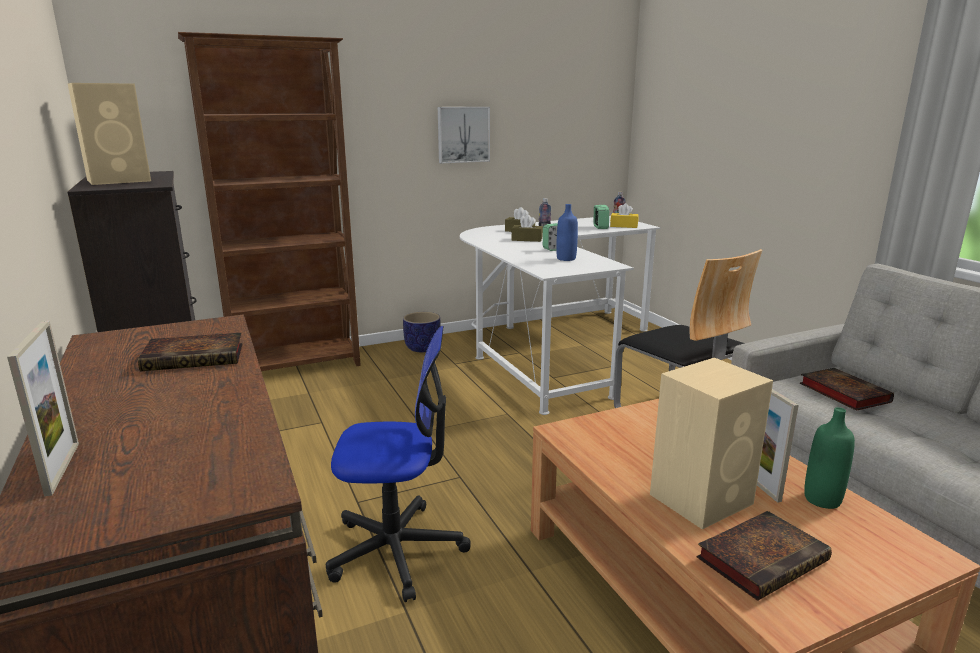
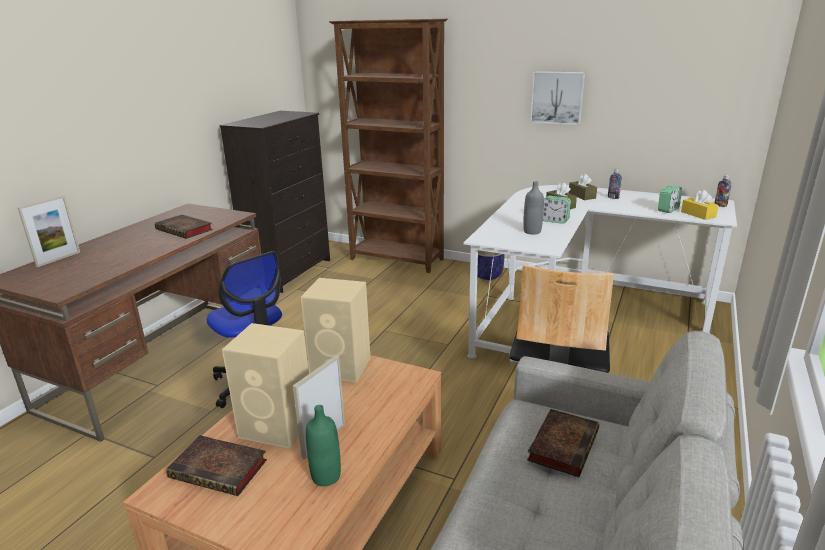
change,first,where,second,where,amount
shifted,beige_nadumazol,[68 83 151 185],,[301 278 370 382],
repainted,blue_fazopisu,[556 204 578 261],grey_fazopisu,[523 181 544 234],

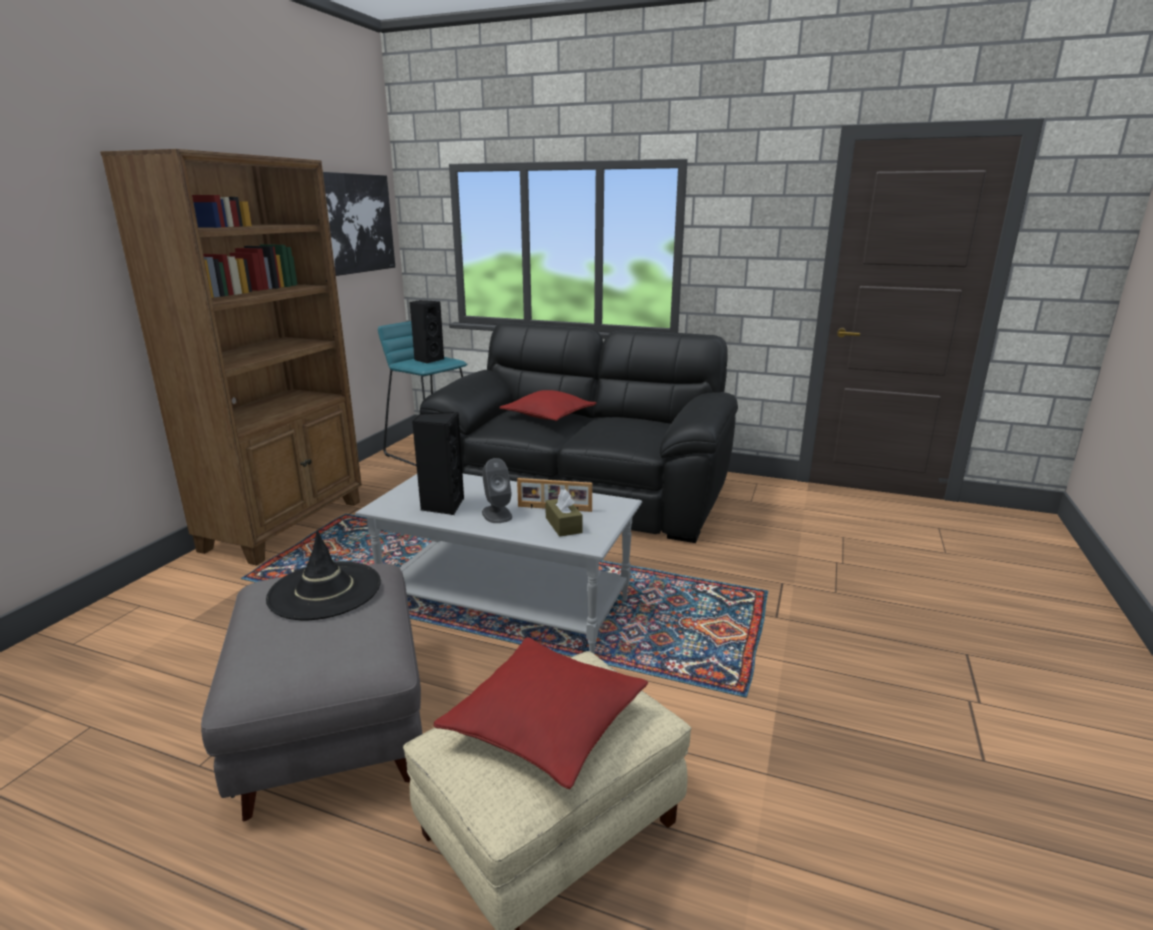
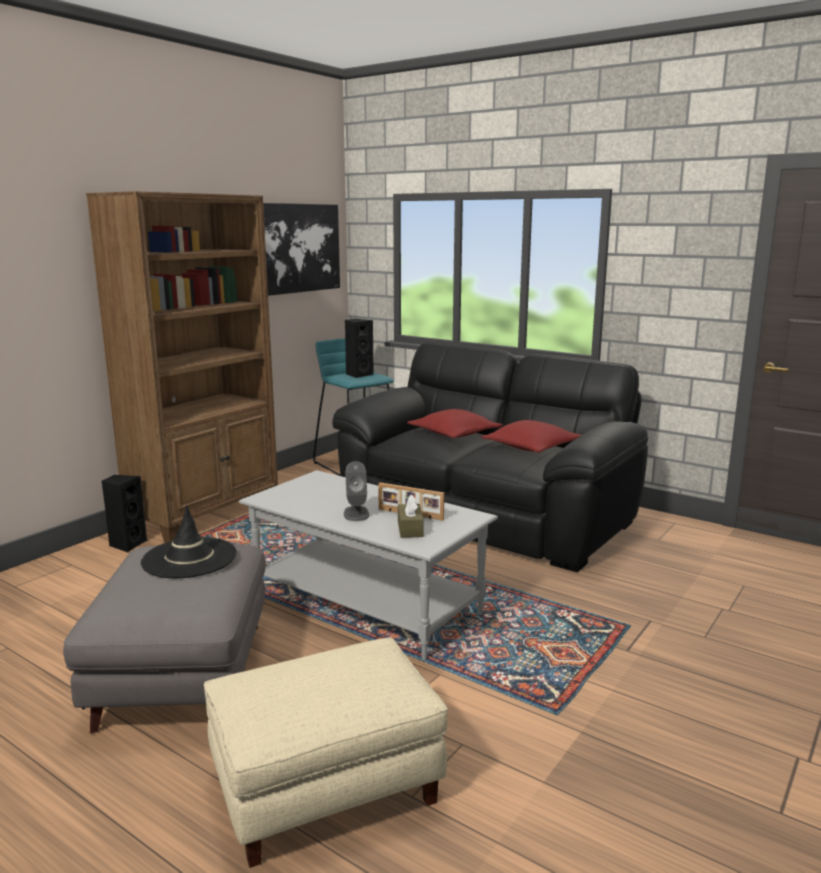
change,first,where,second,where,amount
shifted,black_nadumazol,[412 412 464 515],,[101 475 147 552],
shifted,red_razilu,[433 637 648 789],,[481 420 581 453],

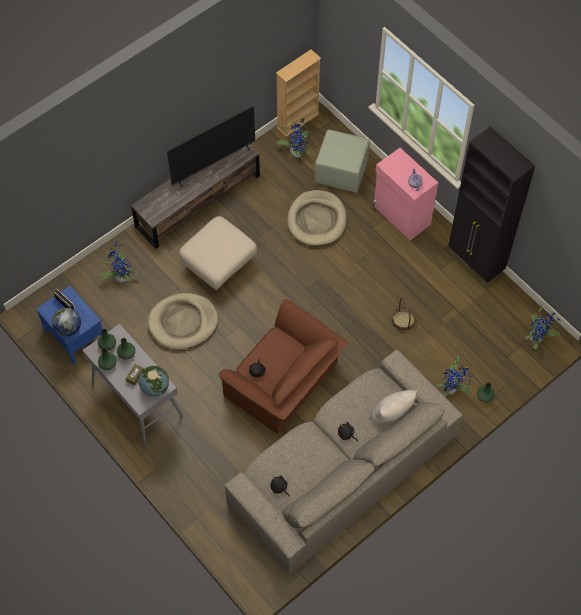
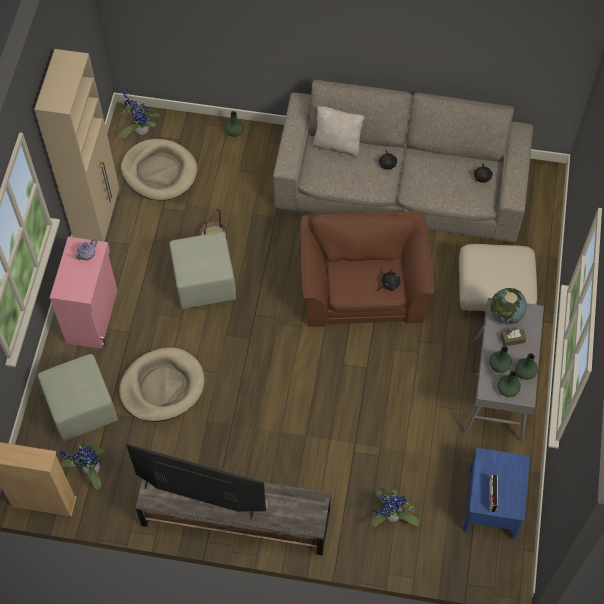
change,first,where,second,where,amount
repainted,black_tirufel,[448 127 535 287],beige_tirufel,[34 49 119 242],
shifted,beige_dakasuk,[179 216 257 293],,[459 244 537 316],
shifted,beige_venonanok,[148 293 218 350],,[121 139 198 200],
gone,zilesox,[52 308 81 337],,,
gone,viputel,[436 357 472 397],,,
new,,,green_dakasuk,[169 232 236 309],

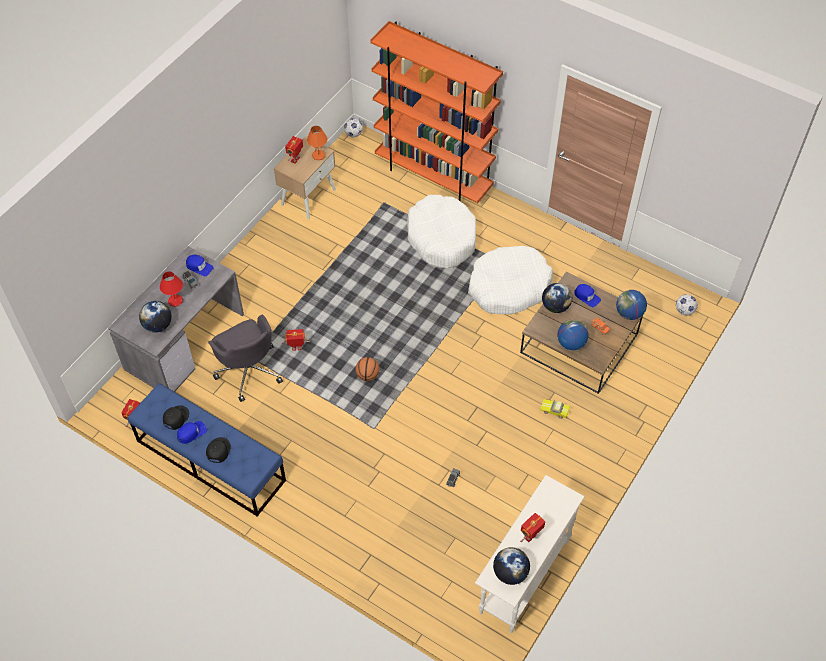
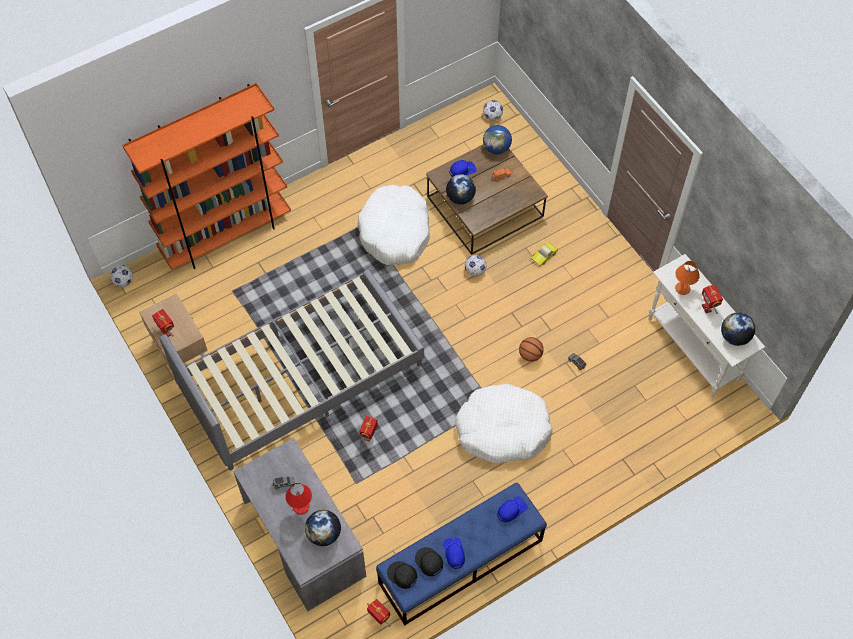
change,first,where,second,where,amount
shifted,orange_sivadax,[307 126 328 160],,[675 261 700 295],
shifted,white_venonanok,[407 195 476 268],,[455 384 552 463],
shifted,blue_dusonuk,[186 255 214 276],,[497 496 527 522],
gone,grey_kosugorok,[208 314 283 402],,,
gone,zilesox,[557 320 588 350],,,
shifted,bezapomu,[355 357 379 381],,[519 337 544 362],
shifted,black_dusonuk,[206 437 231 463],,[387 561 417 589],
new,,,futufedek,[465 255 486 276],
new,,,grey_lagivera,[160 269 424 470],

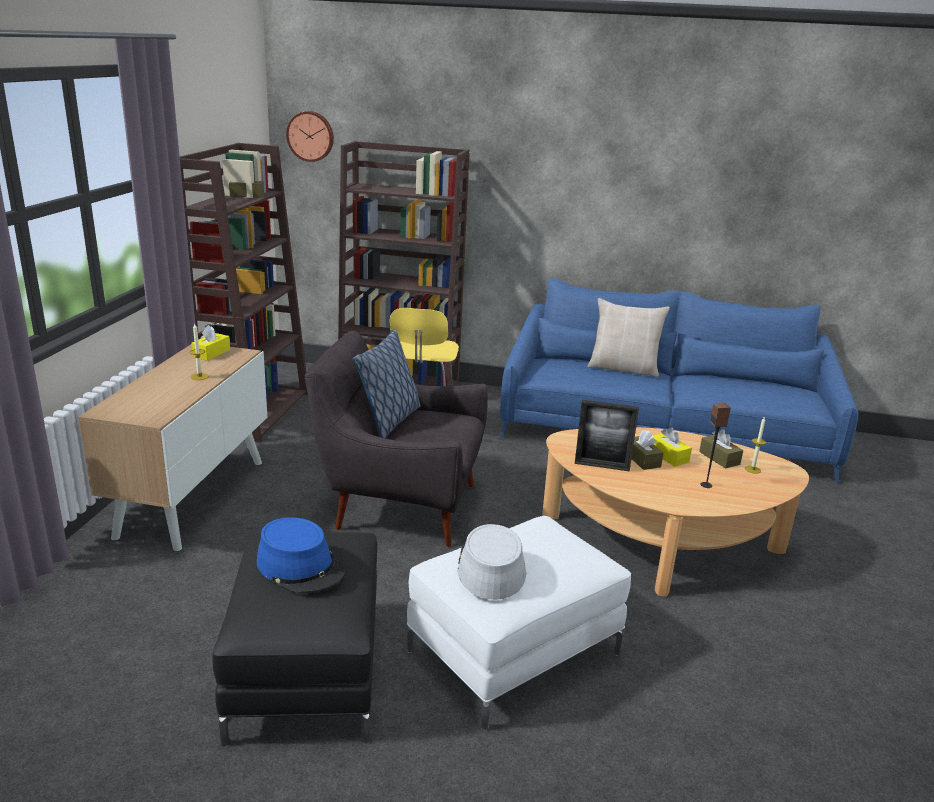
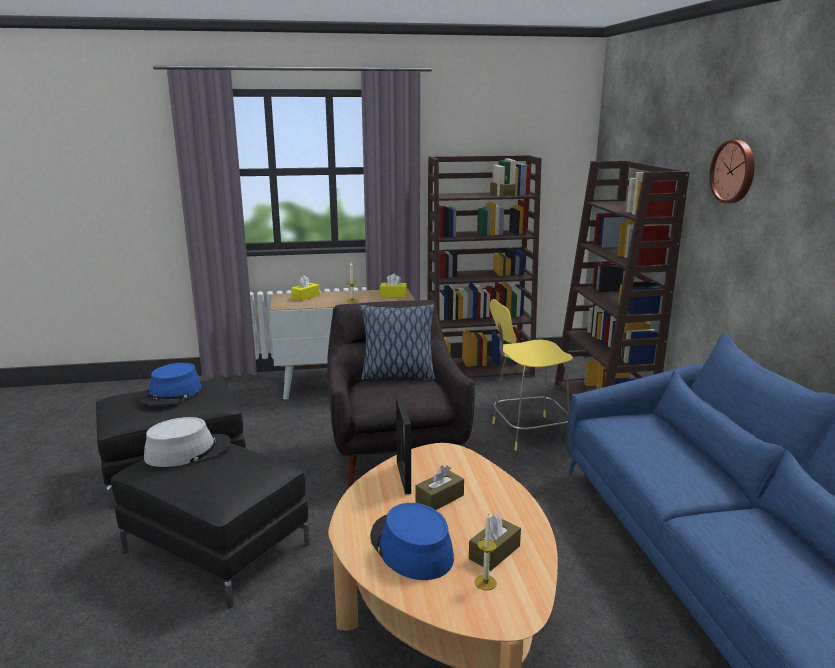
change,first,where,second,where,amount
shifted,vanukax,[286 111 334 162],,[709 140 755 203],
gone,beige_razilu,[588 298 670 377],,,
swapped,nadumazol,[701 403 731 488],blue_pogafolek,[370 503 454 580],
shifted,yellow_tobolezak,[653 427 692 467],,[291 275 320 301],
repainted,white_dakasuk,[407 516 631 730],black_dakasuk,[111 443 310 608],

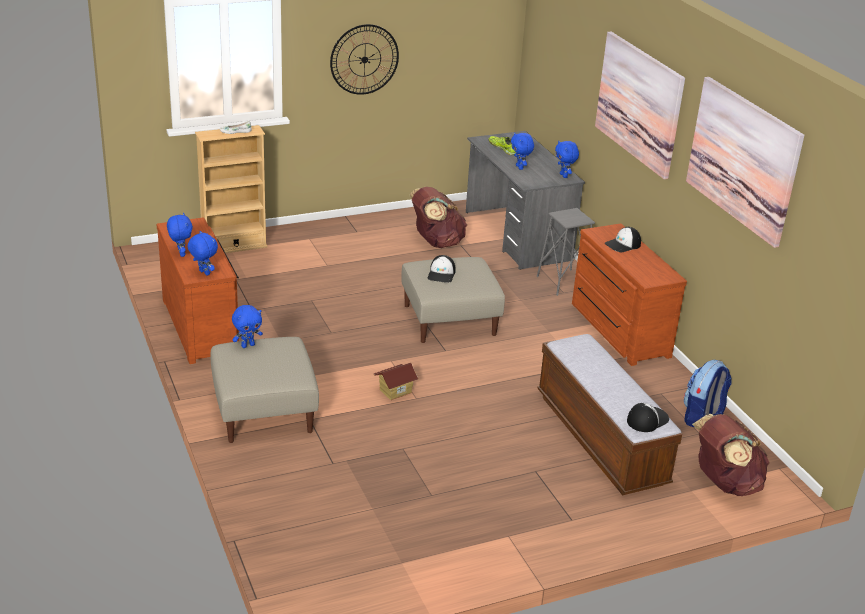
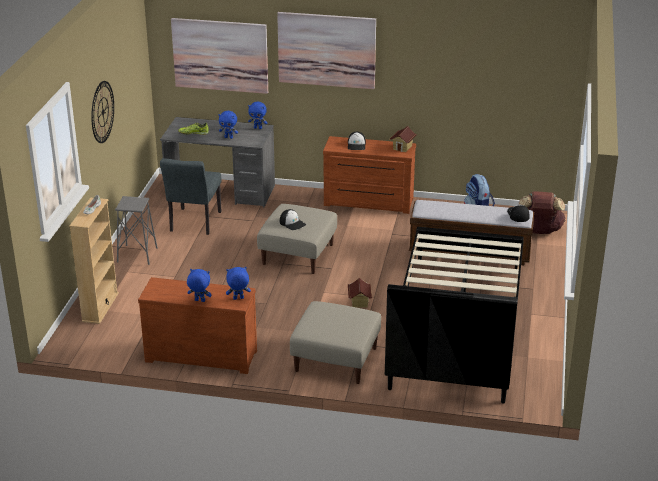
change,first,where,second,where,amount
shifted,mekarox,[686 77 805 248],,[171 18 268 94],
swapped,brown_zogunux,[409 187 468 248],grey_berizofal,[160 158 222 235],
shifted,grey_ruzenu,[537 208 595 296],,[115 196 158 265],
gone,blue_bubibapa,[232 305 263 348],,,
new,,,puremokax,[389 126 417 152],
new,,,black_lagivera,[385 227 524 404],

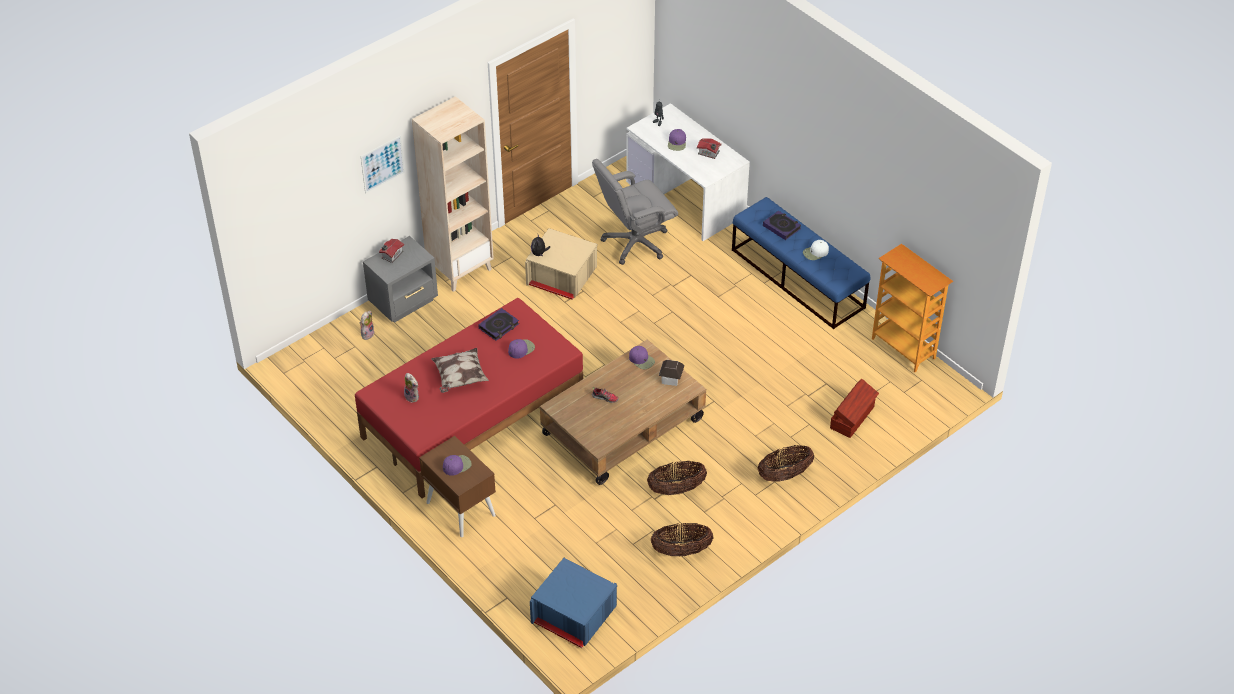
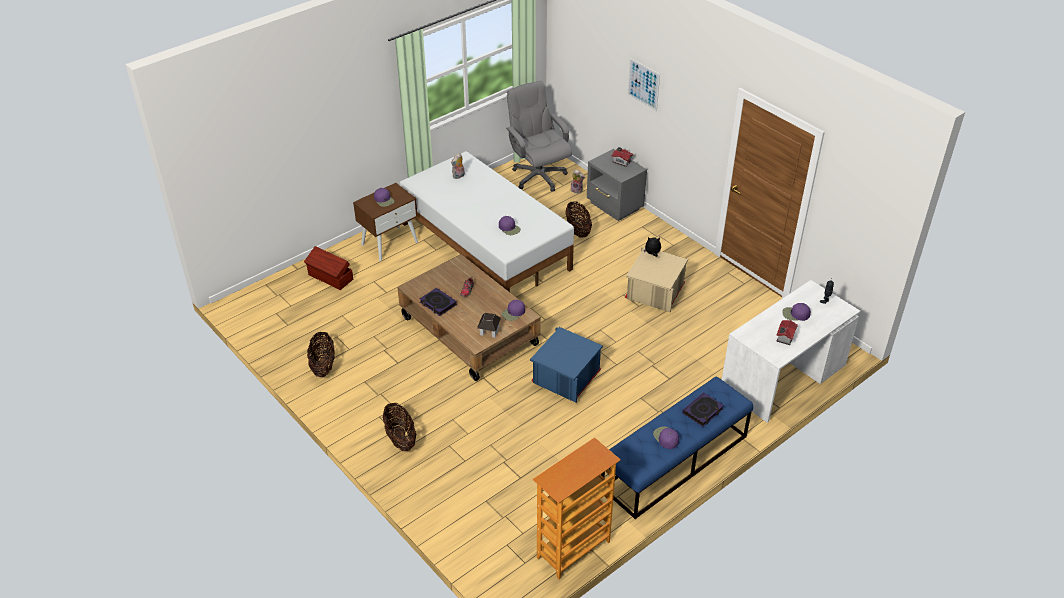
change,first,where,second,where,amount
gone,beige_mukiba,[412 96 494 292],,,
shifted,grey_kosugorok,[592 159 678 265],,[506 81 572 192],
repainted,white_dusonuk,[803 240 829 260],purple_dusonuk,[653 426 679 449],
repainted,red_lagivera,[355 298 583 499],white_lagivera,[399 151 574 292],
shifted,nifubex,[478 308 519 341],,[420 288 457 316],
gone,razilu,[431 348 489 393],,,
shifted,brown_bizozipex,[830 378 879 438],,[304 246 353 290],
shifted,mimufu,[647 460 707 495],,[565 201 592 238],
shifted,blue_bizozipex,[530 558 617 648],,[530 327 603 403],

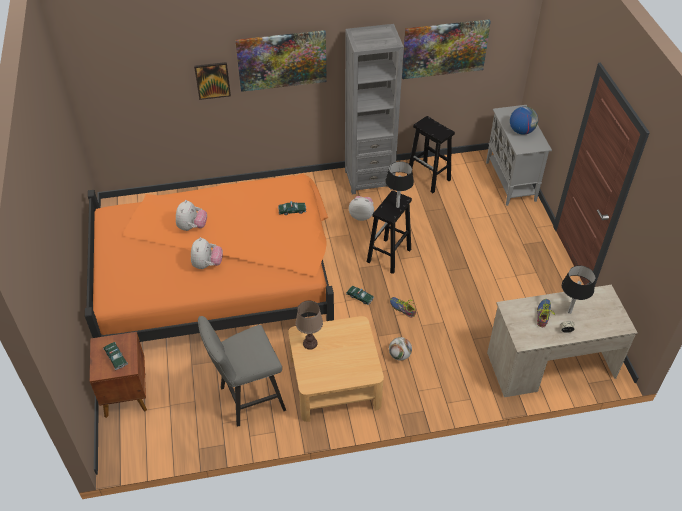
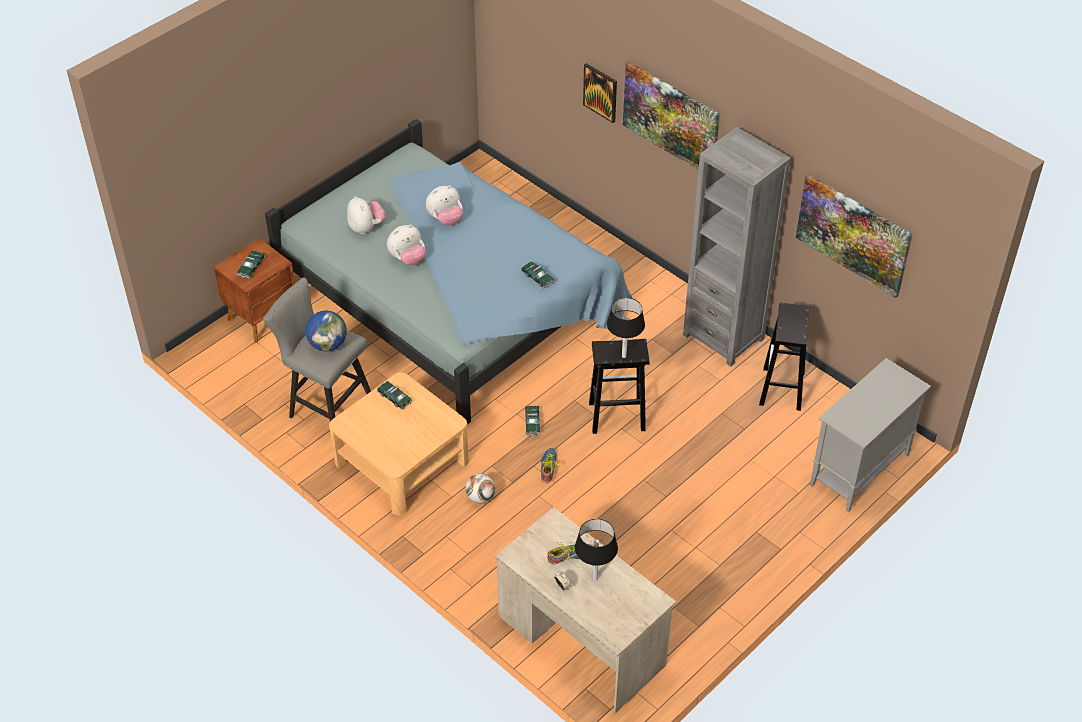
change,first,where,second,where,amount
shifted,zilesox,[510 106 538 135],,[305 311 347 351],
repainted,orange_lagivera,[85 173 334 342],blue_lagivera,[265 119 633 425],
shifted,bubibapa,[349 196 374 221],,[347 196 386 234],
swapped,brown_sivadax,[296 300 323 350],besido,[377 381 413 410],

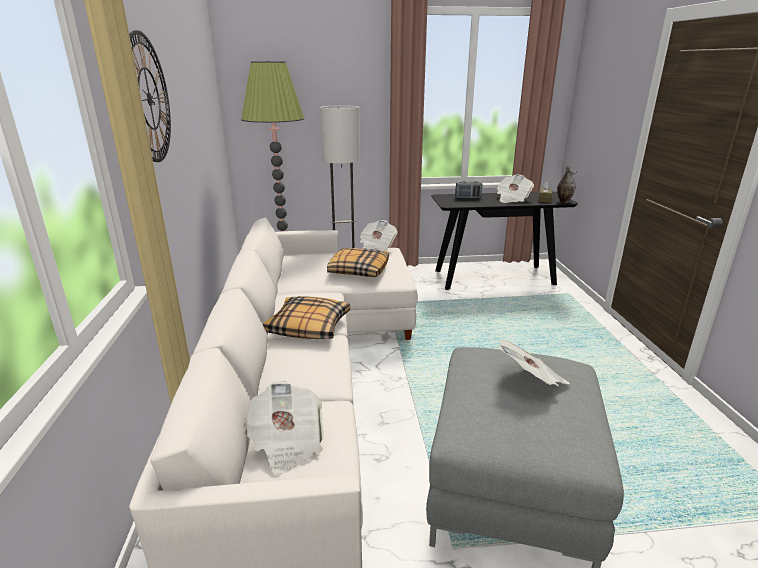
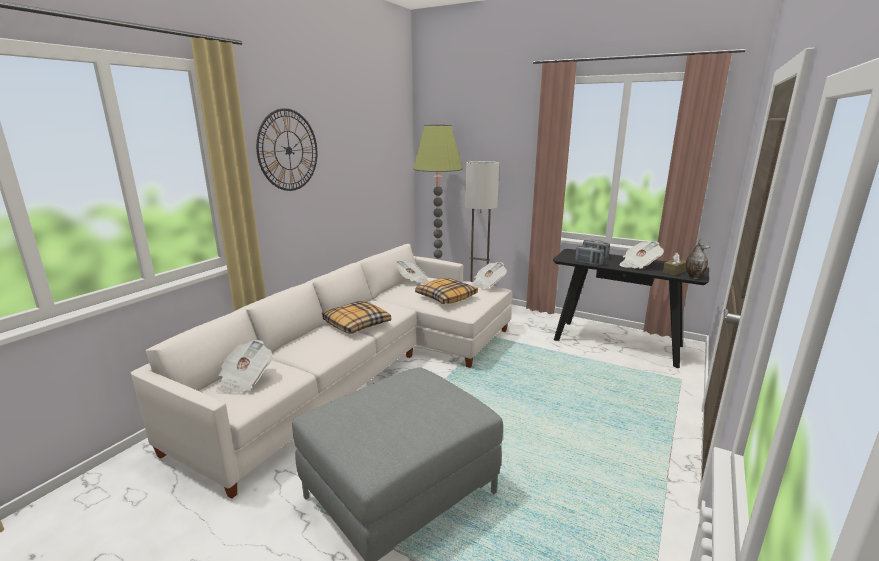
change,first,where,second,where,amount
shifted,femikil,[497 340 570 386],,[396 261 428 285],
new,,,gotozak,[575 246 605 265],

